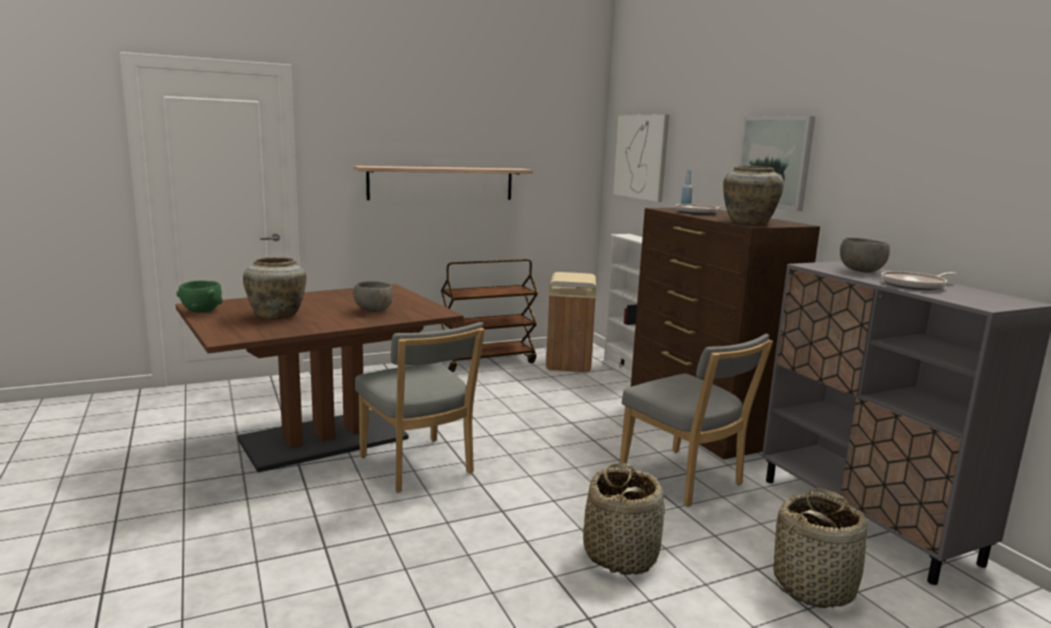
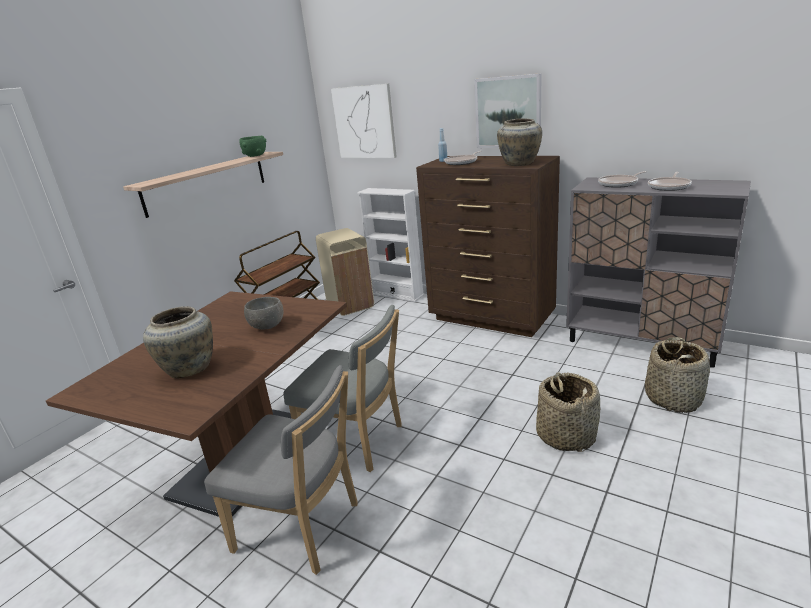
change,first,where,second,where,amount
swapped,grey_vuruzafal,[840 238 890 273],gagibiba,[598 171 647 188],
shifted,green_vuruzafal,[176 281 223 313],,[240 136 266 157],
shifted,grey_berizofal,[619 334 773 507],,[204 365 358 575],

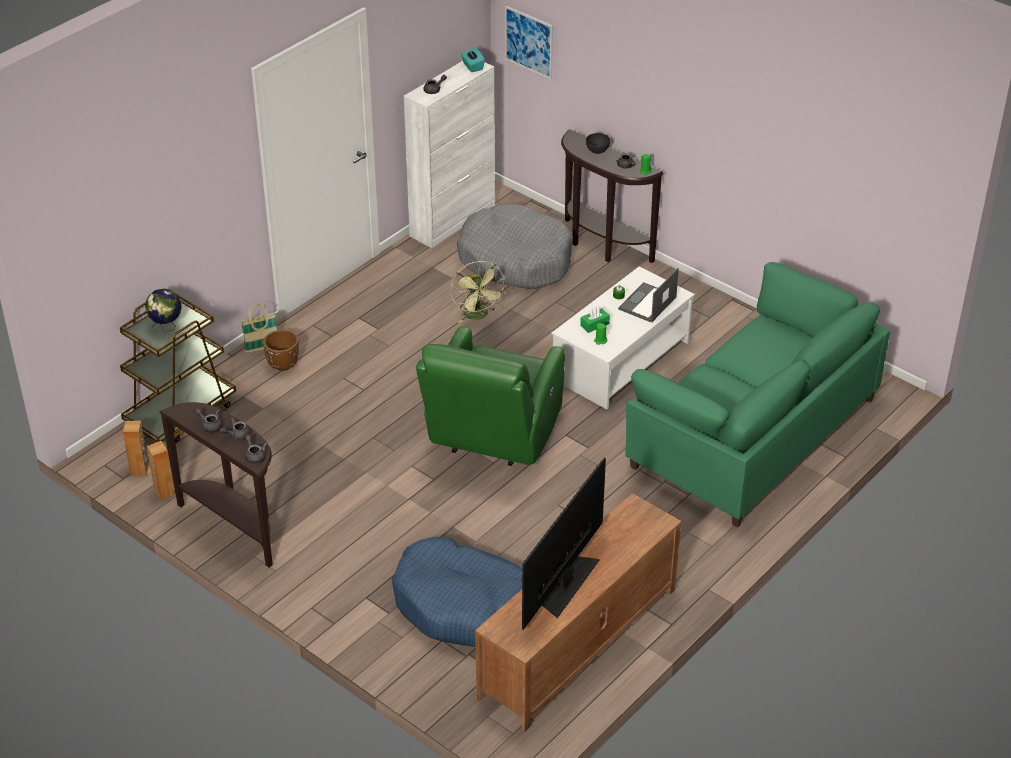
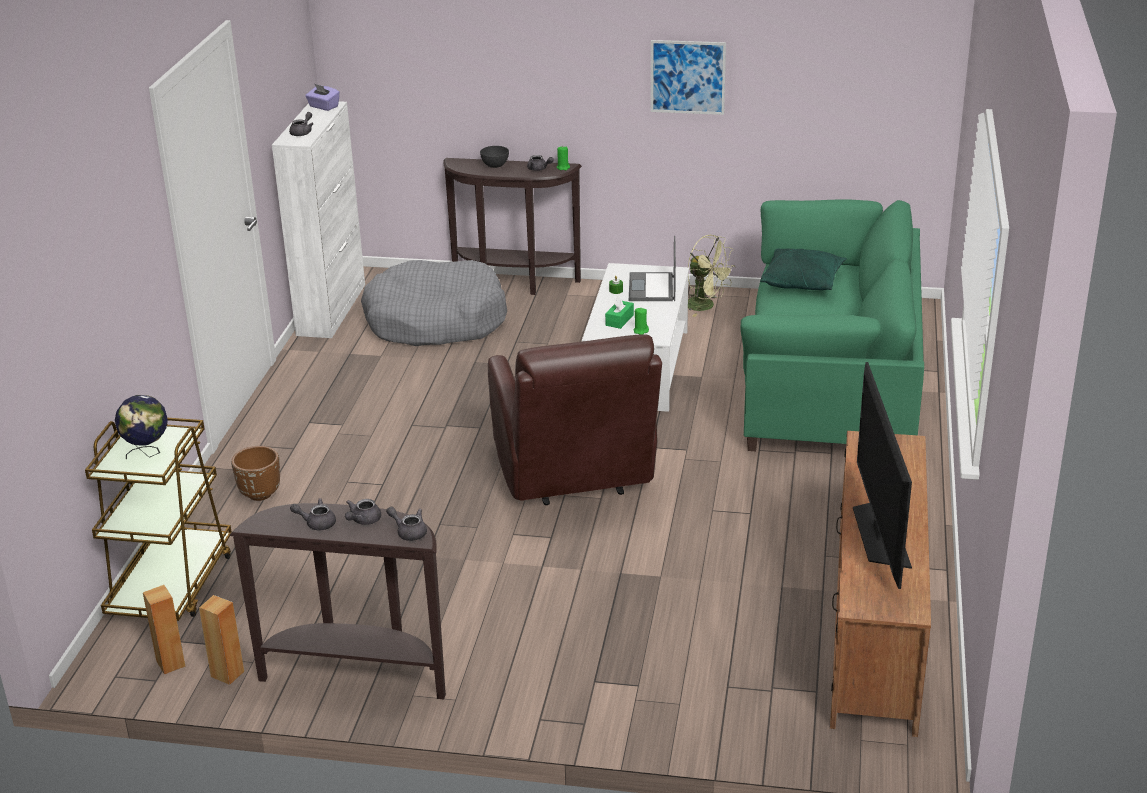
change,first,where,second,where,amount
shifted,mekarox,[505 6 553 80],,[651 40 726 115],
repainted,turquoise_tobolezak,[461 48 485 72],purple_tobolezak,[305 84 340 111],
shifted,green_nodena,[451 261 506 323],,[688 235 736 317],
gone,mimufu,[241 304 277 353],,,
repainted,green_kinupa,[416 326 565 466],brown_kinupa,[488 334 662 505],
gone,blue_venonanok,[392 537 522 647],,,
new,,,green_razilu,[760 248 846 290],

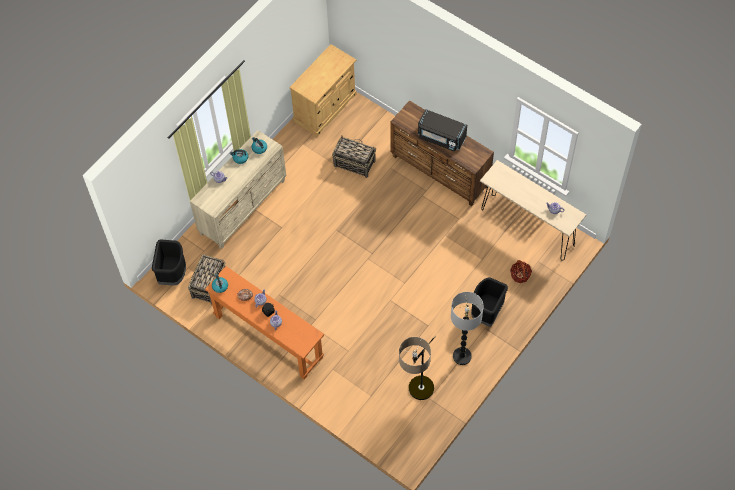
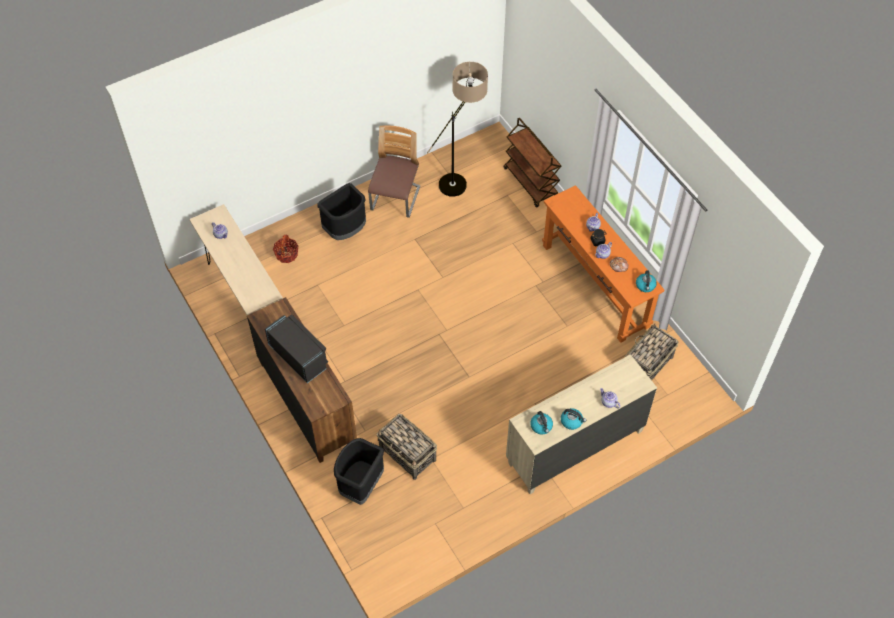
change,first,where,second,where,amount
gone,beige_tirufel,[289 44 357 137],,,
shifted,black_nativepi,[152 239 186 285],,[334 438 384 505],
swapped,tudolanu,[451 292 484 365],berizofal,[368 125 420 218],
new,,,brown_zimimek,[503 118 562 208],

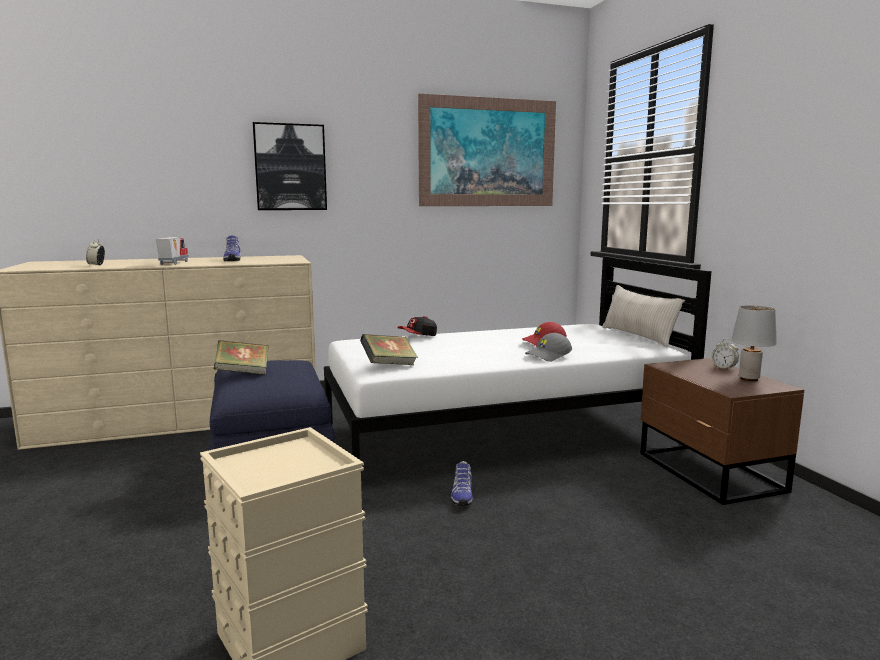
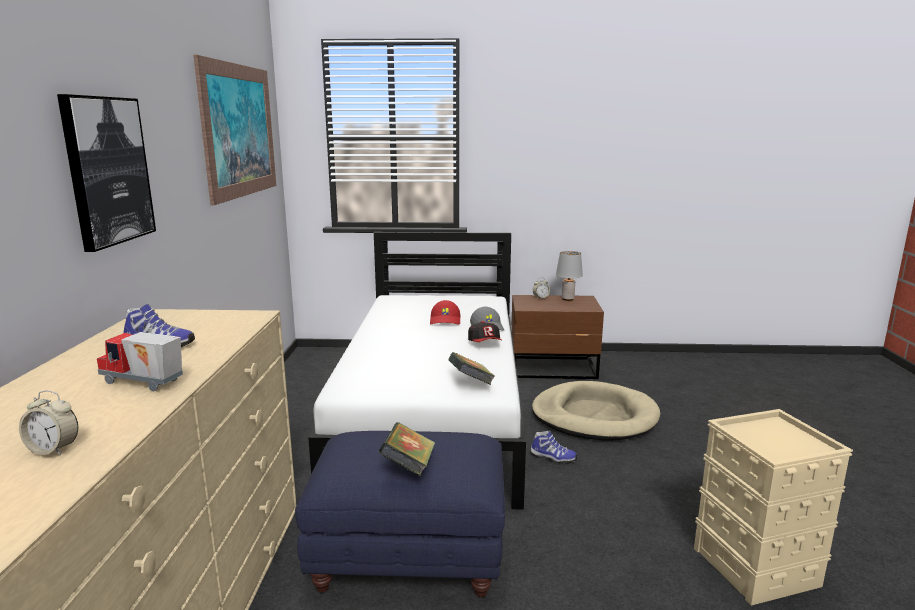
change,first,where,second,where,amount
gone,beige_razilu,[602 285 685 347],,,
shifted,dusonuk,[397 316 437 336],,[468 321 502 342],
new,,,beige_venonanok,[532 381 661 440],

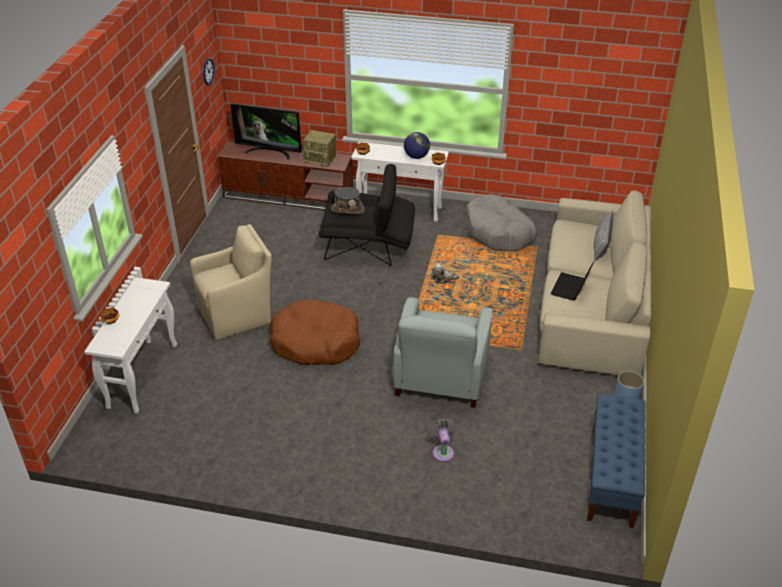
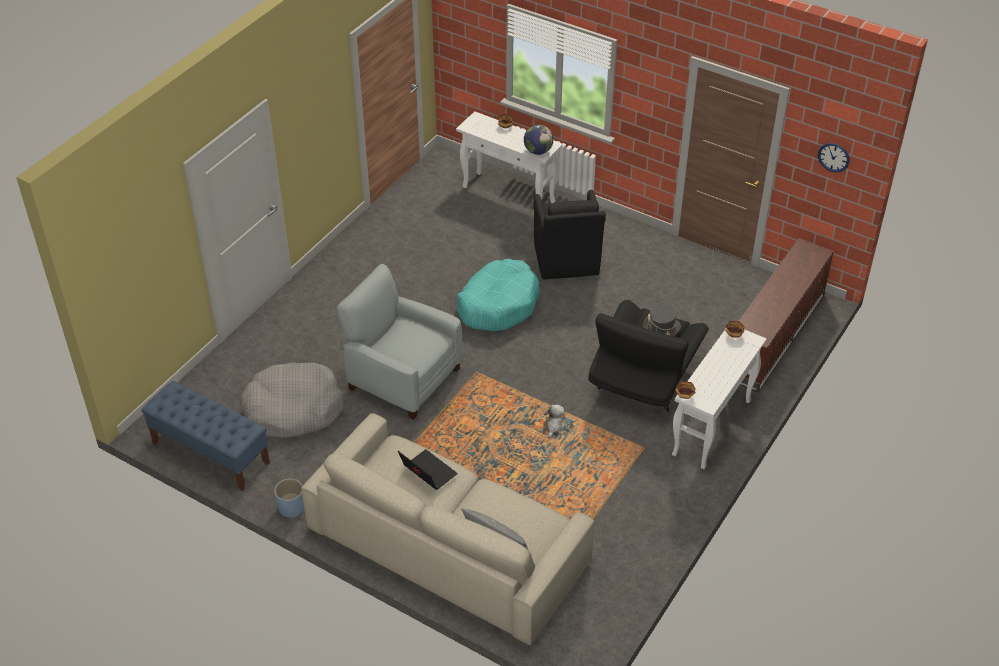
change,first,where,second,where,amount
gone,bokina,[231 103 302 160],,,
gone,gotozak,[303 130 336 167],,,
shifted,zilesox,[404 132 430 159],,[524 124 553 155],
shifted,grey_venonanok,[466 194 537 251],,[240 362 344 438],
repainted,beige_kinupa,[190 224 272 340],black_kinupa,[534 190 606 280],
repainted,brown_venonanok,[270 299 360 365],turquoise_venonanok,[456 259 540 331],
gone,grey_nodena,[428 418 457 462],,,

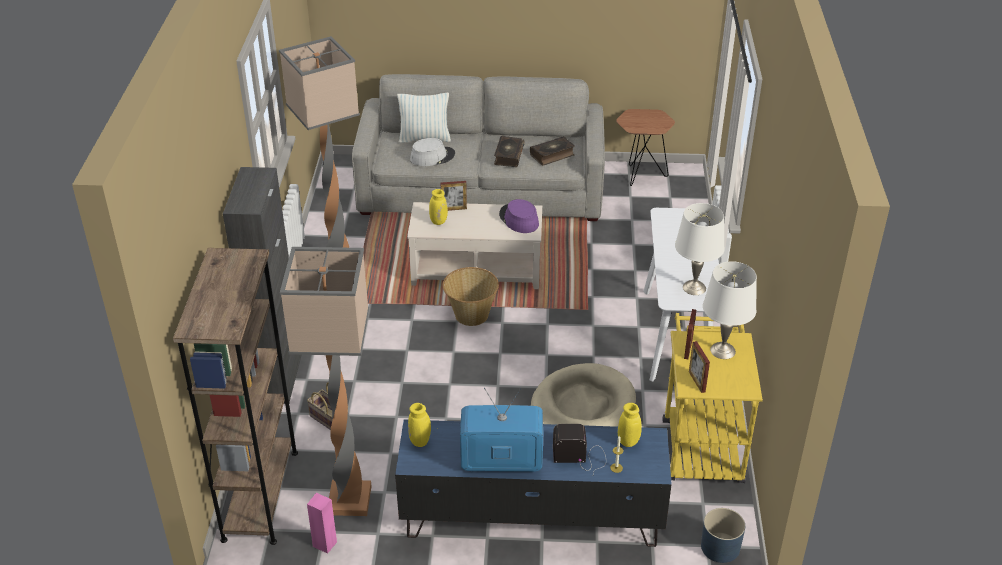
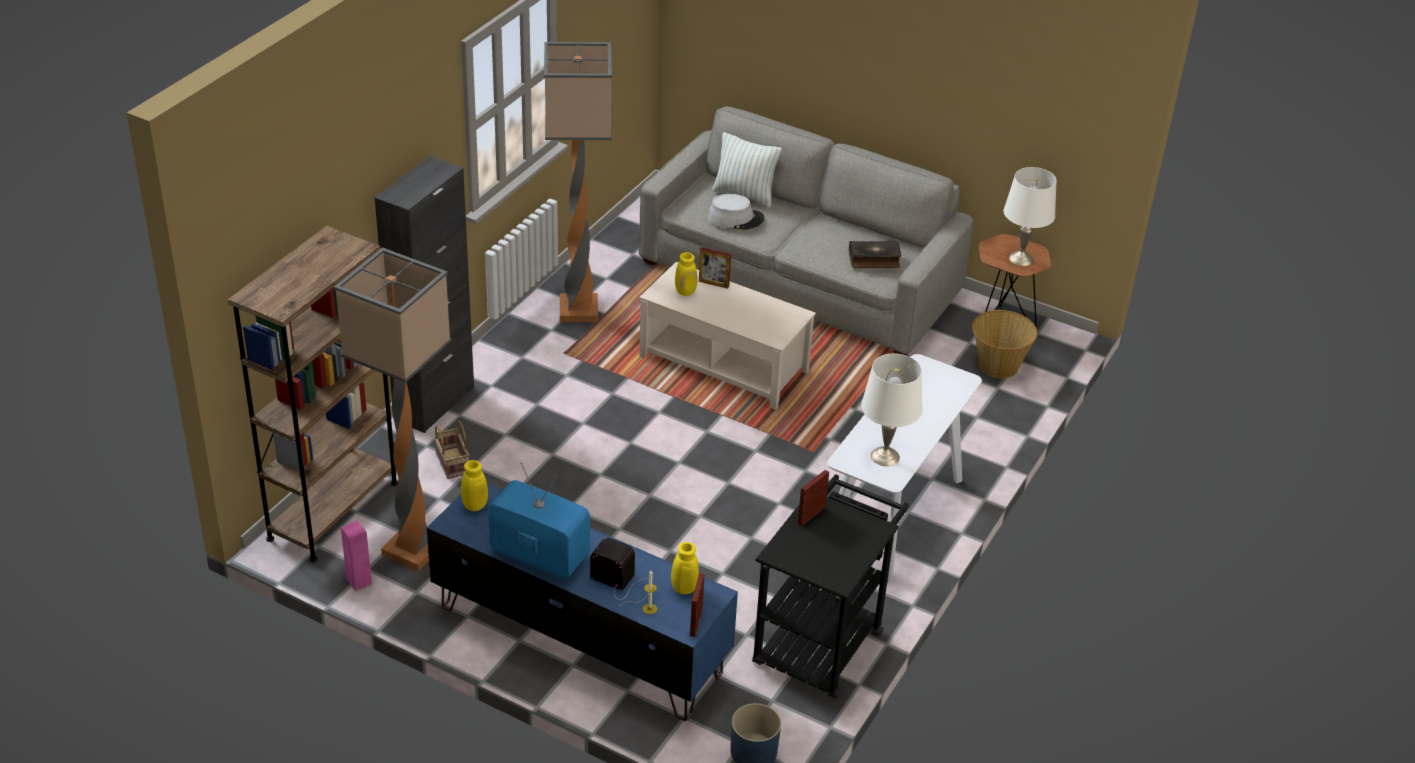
change,first,where,second,where,amount
gone,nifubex,[494 136 525 167],,,
gone,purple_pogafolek,[499 199 539 233],,,
shifted,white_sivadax,[703 261 757 359],,[1004 167 1057 266],
shifted,mimufu,[442 267 499 326],,[972 310 1038 378],
repainted,yellow_zimimek,[662 313 763 483],black_zimimek,[752 474 909 699],
shifted,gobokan,[689 341 710 393],,[690 573 704 637],
gone,beige_venonanok,[531 363 636 427],,,

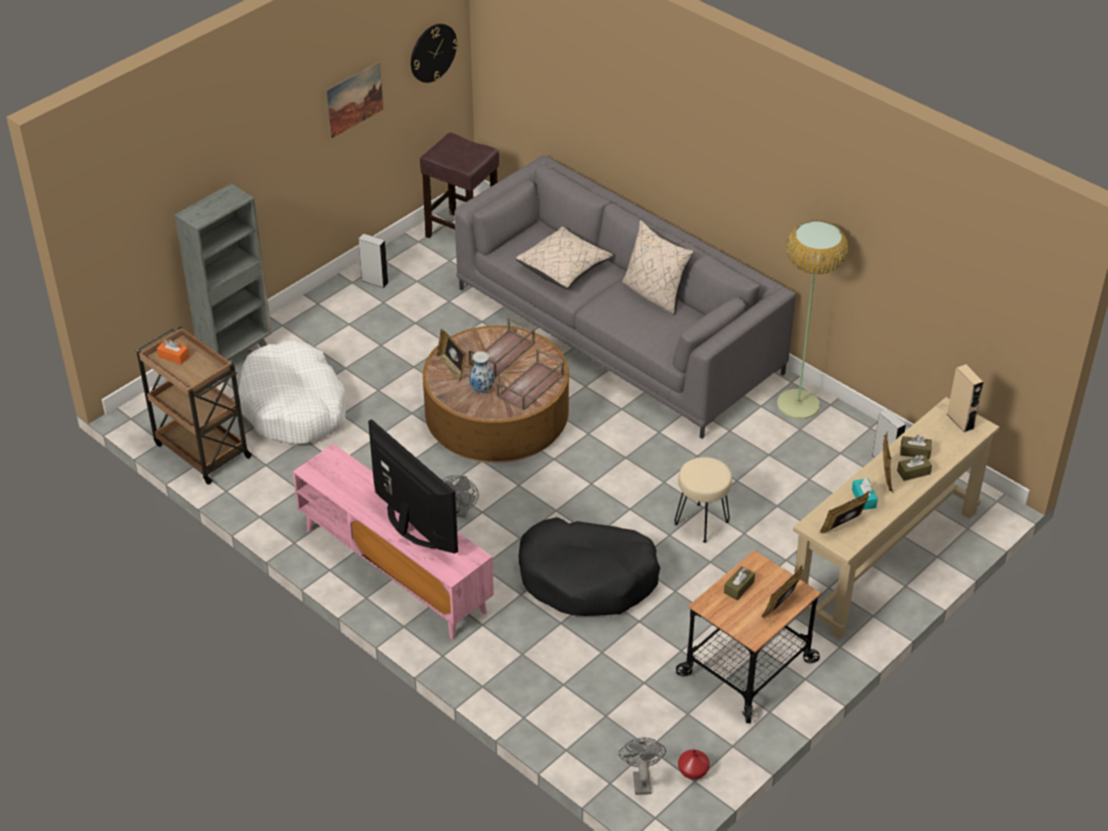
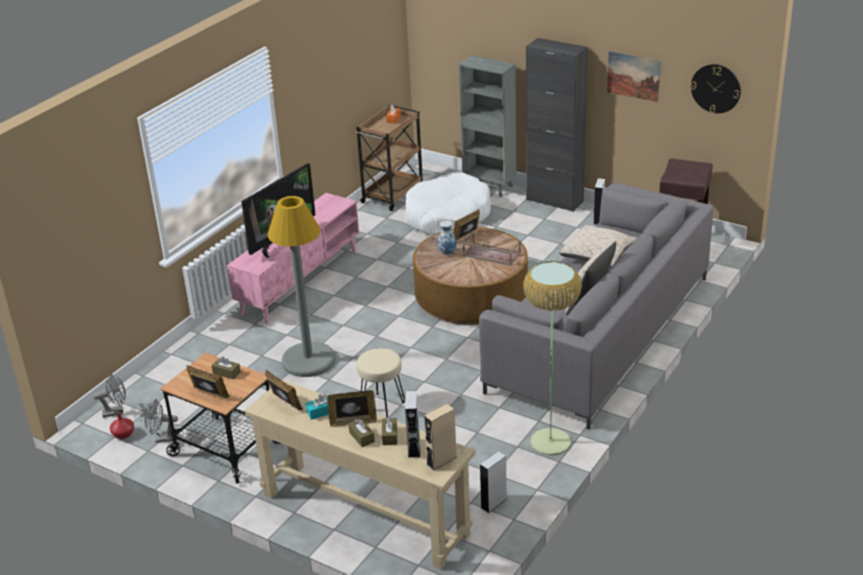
change,first,where,second,where,amount
gone,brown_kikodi,[497 348 564 411],,,
shifted,grey_nodena,[442 475 479 518],,[144 399 178 442],
swapped,black_venonanok,[518 517 660 616],grey_tudolanu,[268 196 336 377],
new,,,black_tirufel,[526 38 588 212],
new,,,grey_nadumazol,[405 391 420 458],

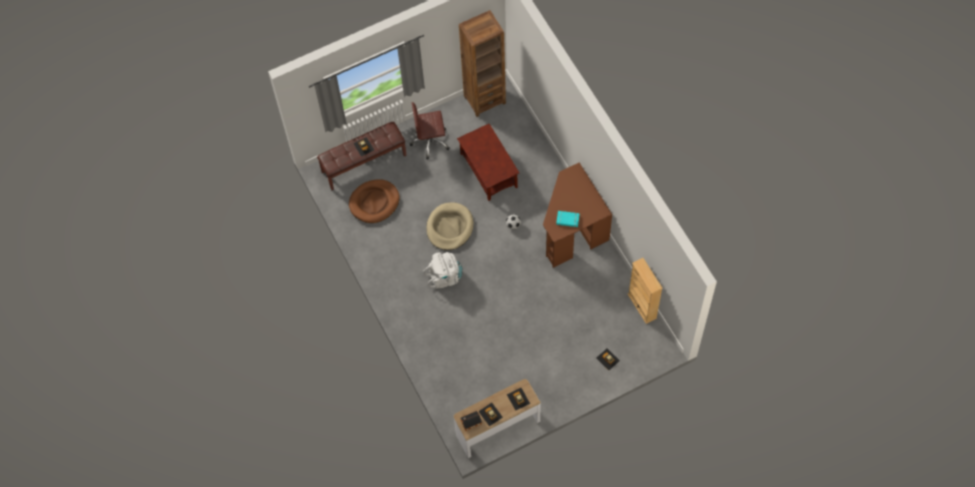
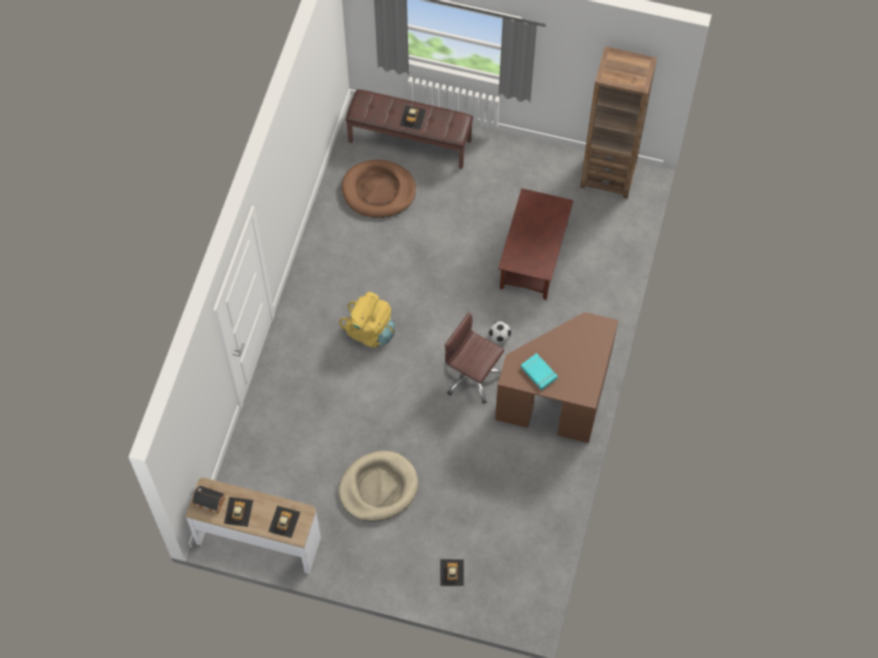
change,first,where,second,where,amount
shifted,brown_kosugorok,[410 102 450 160],,[444 312 504 404],
shifted,beige_venonanok,[426 202 474 250],,[339 451 418 522],
repainted,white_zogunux,[423 252 463 289],yellow_zogunux,[339 292 395 347],
gone,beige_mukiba,[628 258 663 324],,,

